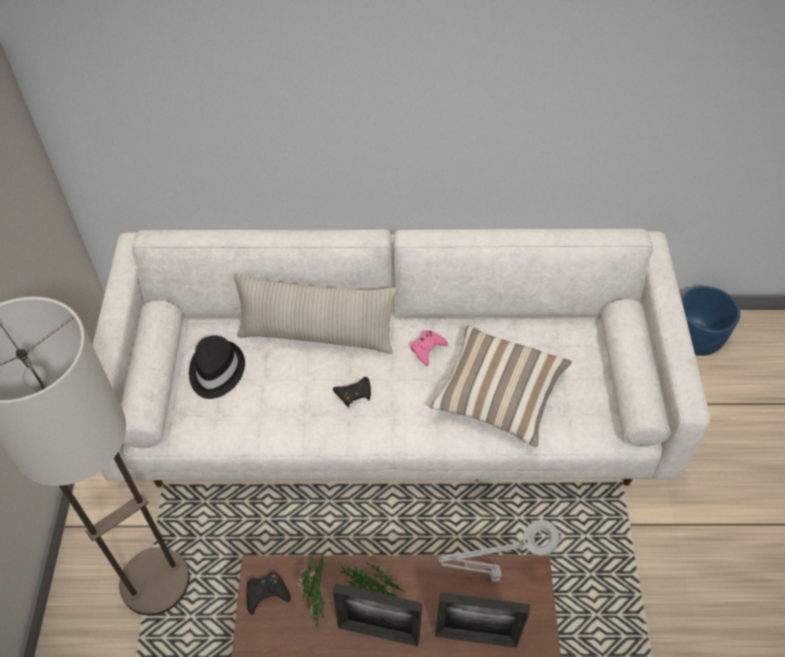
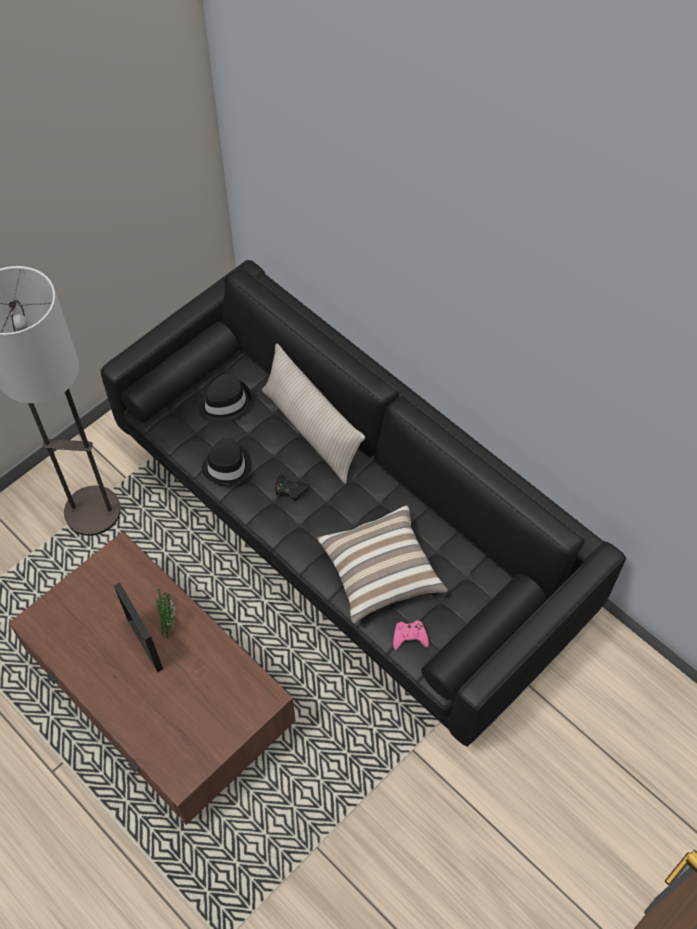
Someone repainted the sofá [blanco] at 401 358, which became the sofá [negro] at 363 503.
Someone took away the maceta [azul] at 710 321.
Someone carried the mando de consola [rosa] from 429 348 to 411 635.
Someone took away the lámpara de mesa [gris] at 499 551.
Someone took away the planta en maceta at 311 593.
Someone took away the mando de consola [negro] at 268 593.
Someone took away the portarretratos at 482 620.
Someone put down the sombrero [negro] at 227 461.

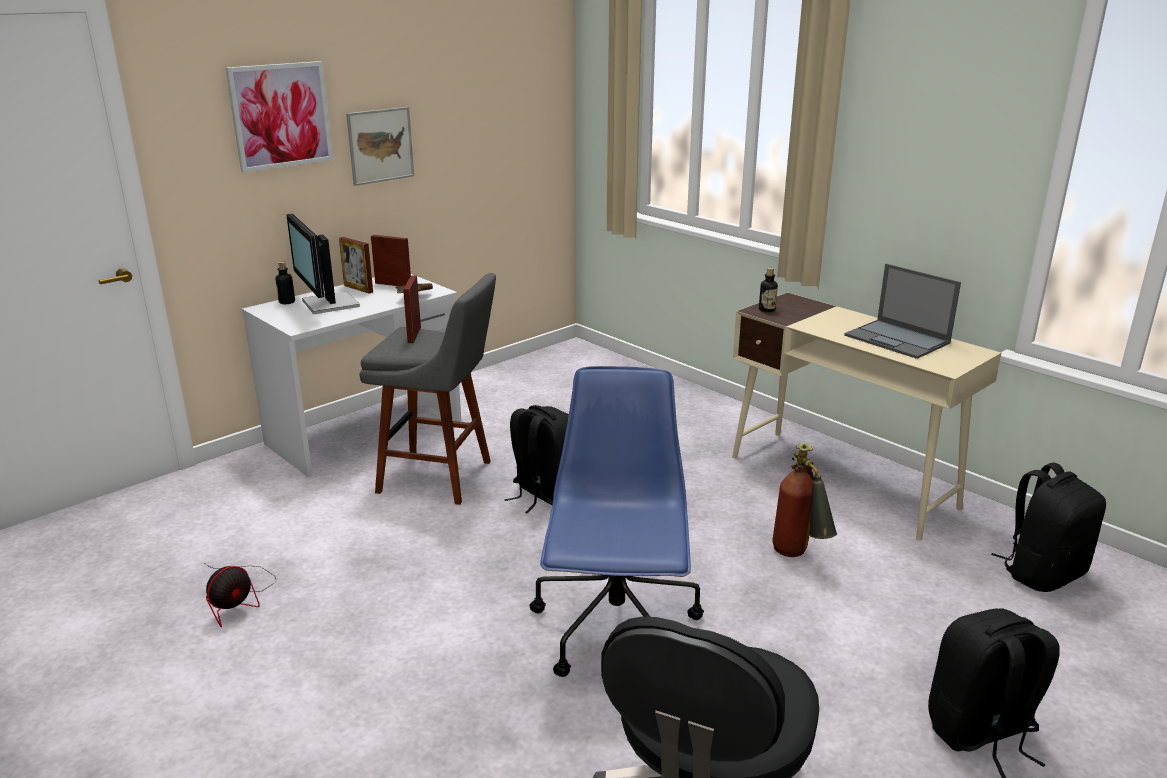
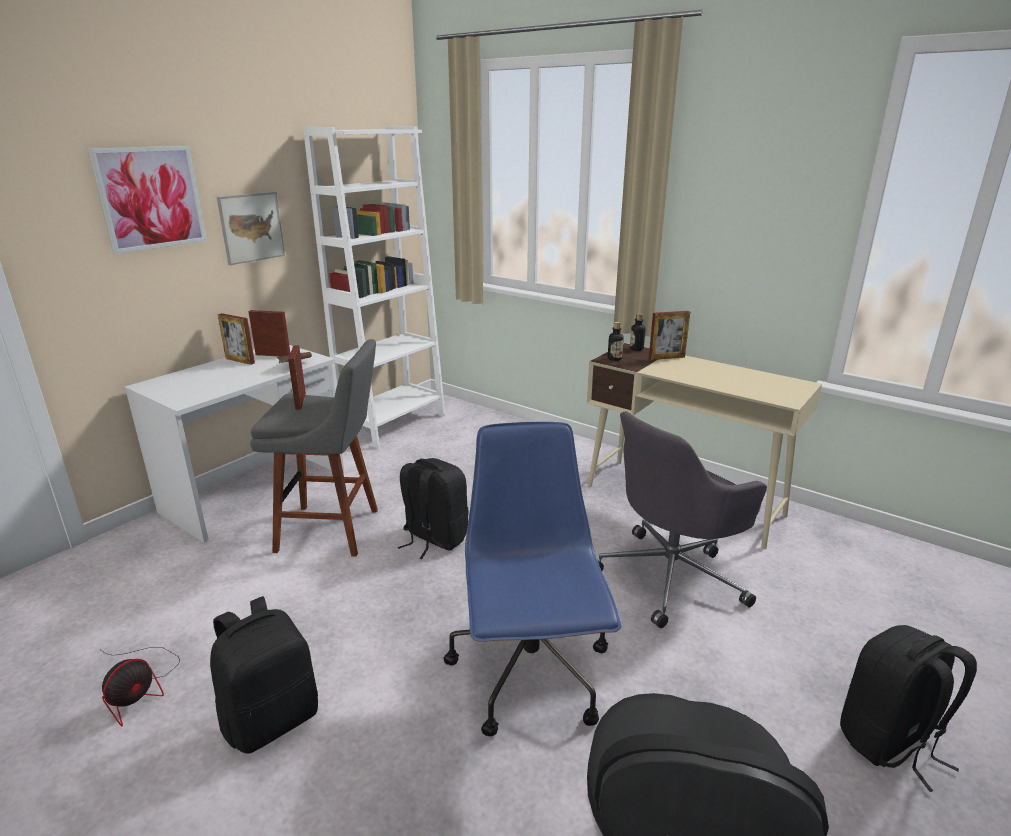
Someone took away the monitor at 323 264.
Someone carried the botella from 285 283 to 638 332.
Someone took away the portátil at 902 311.
Someone swapped the extintor at 804 500 for the silla de oficina [gris] at 682 519.
Someone carried the mochila [negro] from 1048 527 to 264 675.
Someone put down the estantería [blanco] at 374 287.
Someone put down the portarretratos at 669 335.

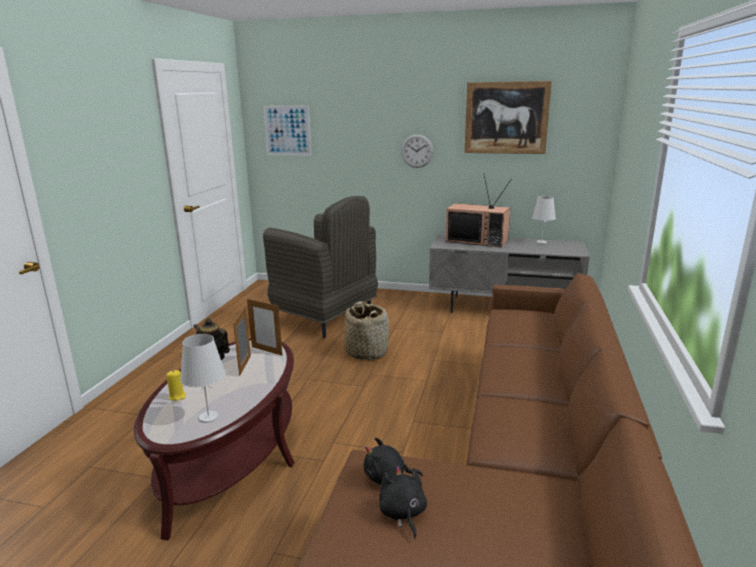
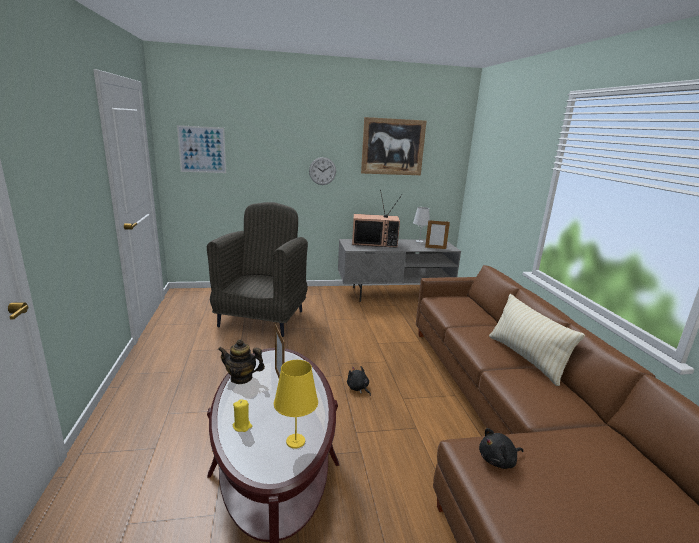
Someone rotated the sillón [gris] at 320 267 by 90 degrees counterclockwise.
Someone carried the portarretratos from 265 327 to 437 234.
Someone took away the cesta at 366 330.
Someone repainted the lámpara de mesa [blanco] at 203 378, which became the lámpara de mesa [amarillo] at 296 404.
Someone carried the peluche [negro] from 403 502 to 359 381.
Someone put down the cojín [beis] at 537 340.

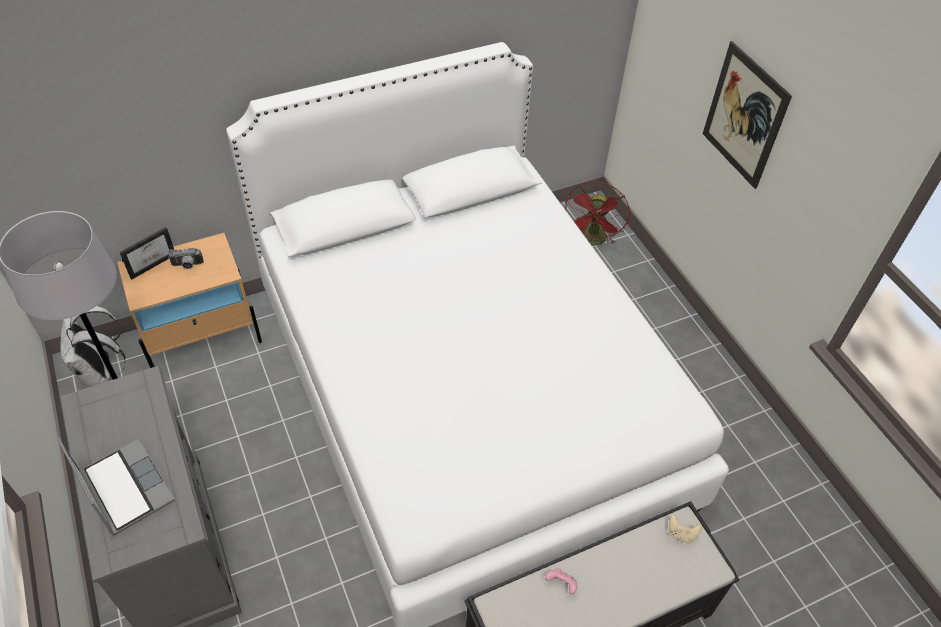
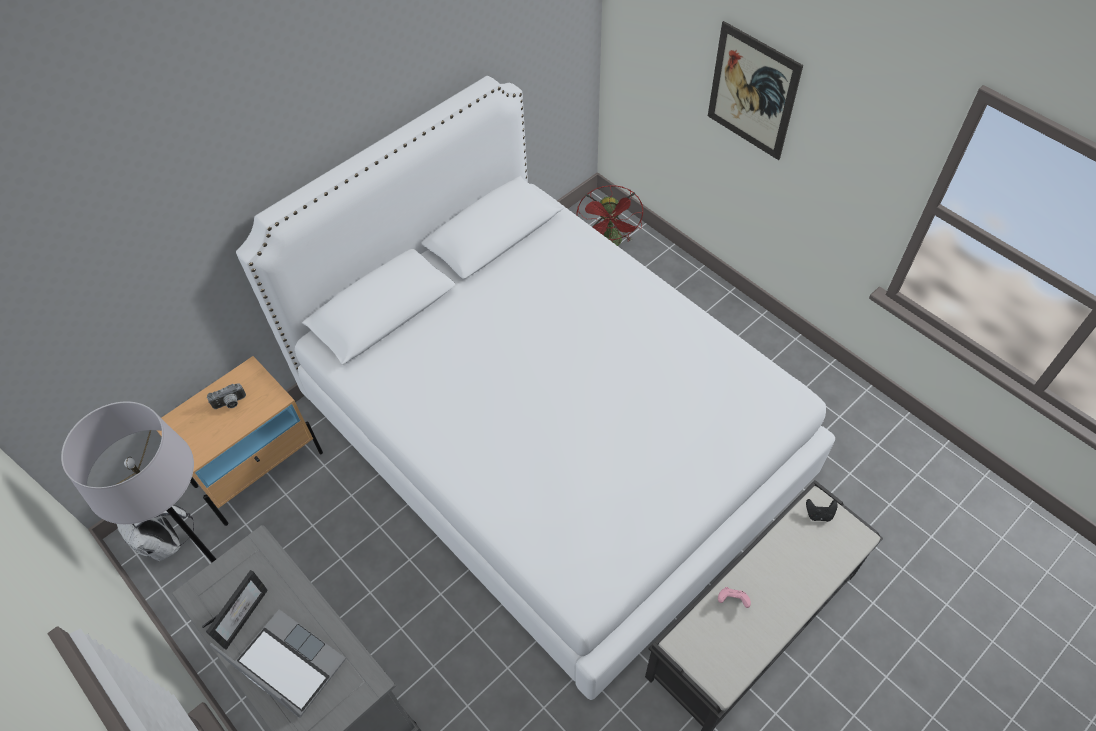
Someone carried the portarretratos from 147 253 to 235 610.
Someone repainted the mando de consola [beis] at 685 528, which became the mando de consola [negro] at 822 510.

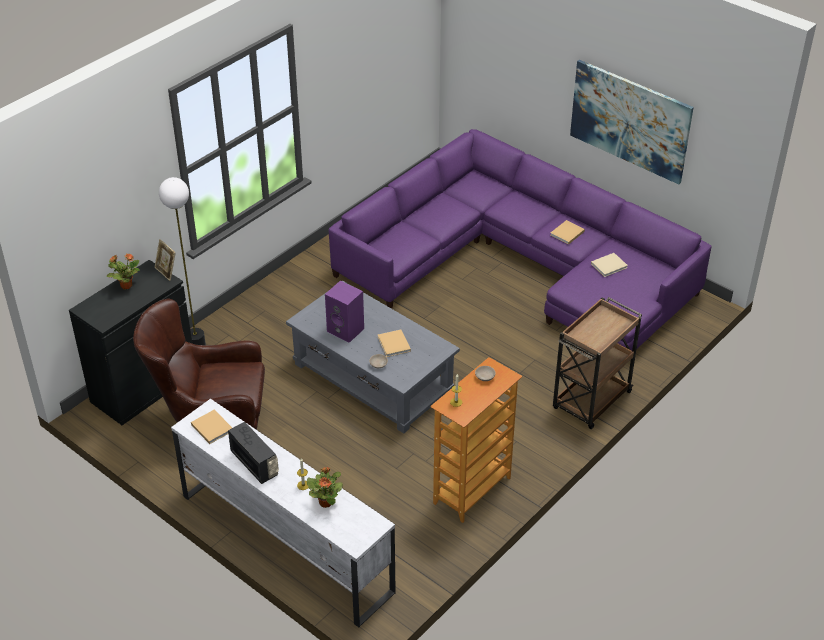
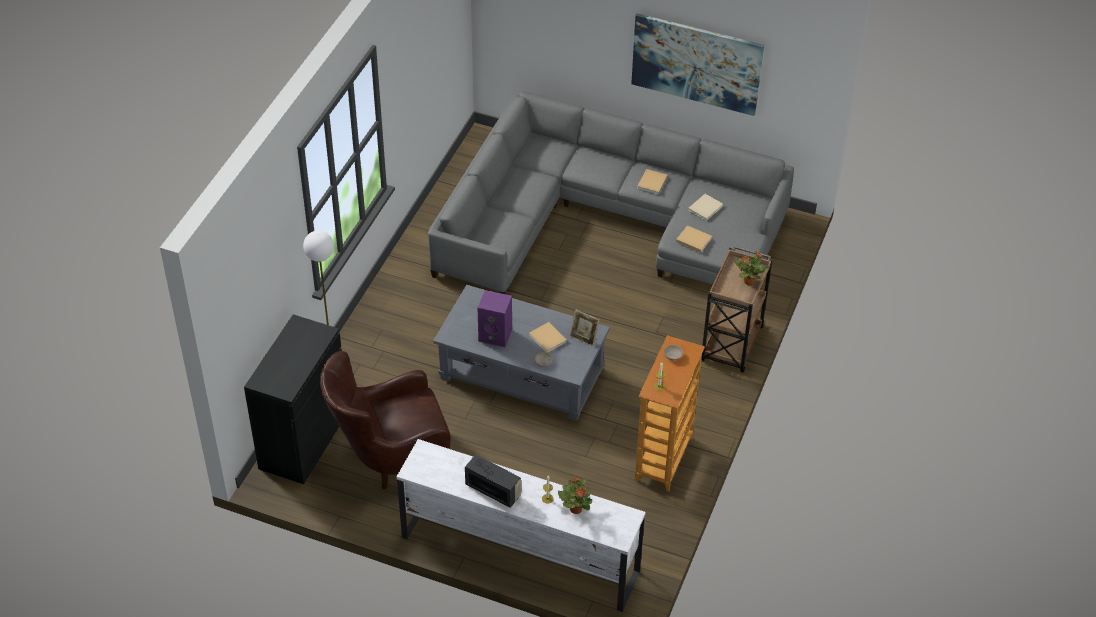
Someone repainted the sofá [morado] at 519 240, which became the sofá [gris] at 611 192.
Someone carried the portarretratos from 165 260 to 584 328.
Someone carried the planta en maceta from 123 271 to 751 268.
Someone carried the libro [beis] from 211 427 to 694 239.

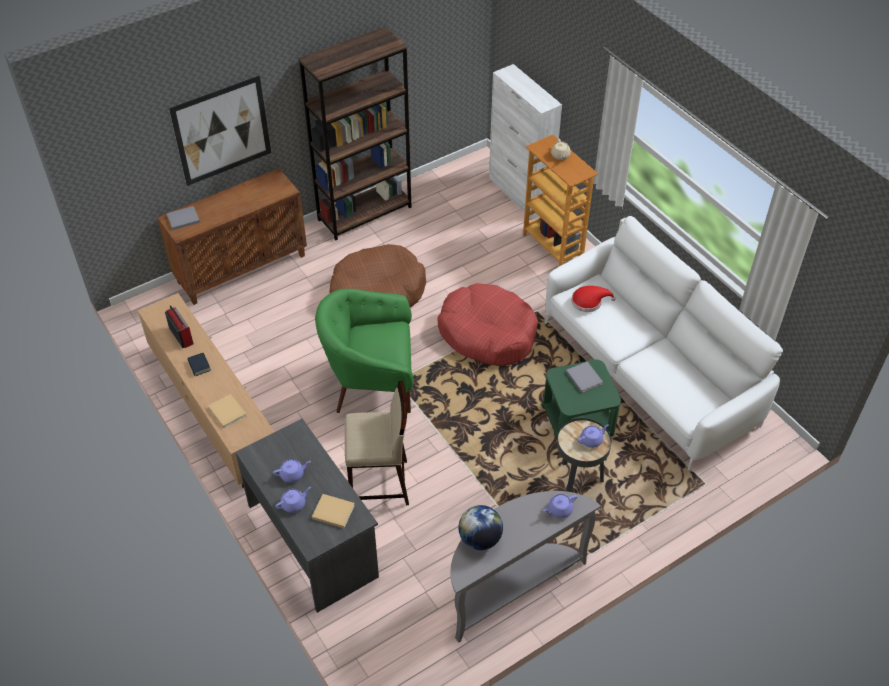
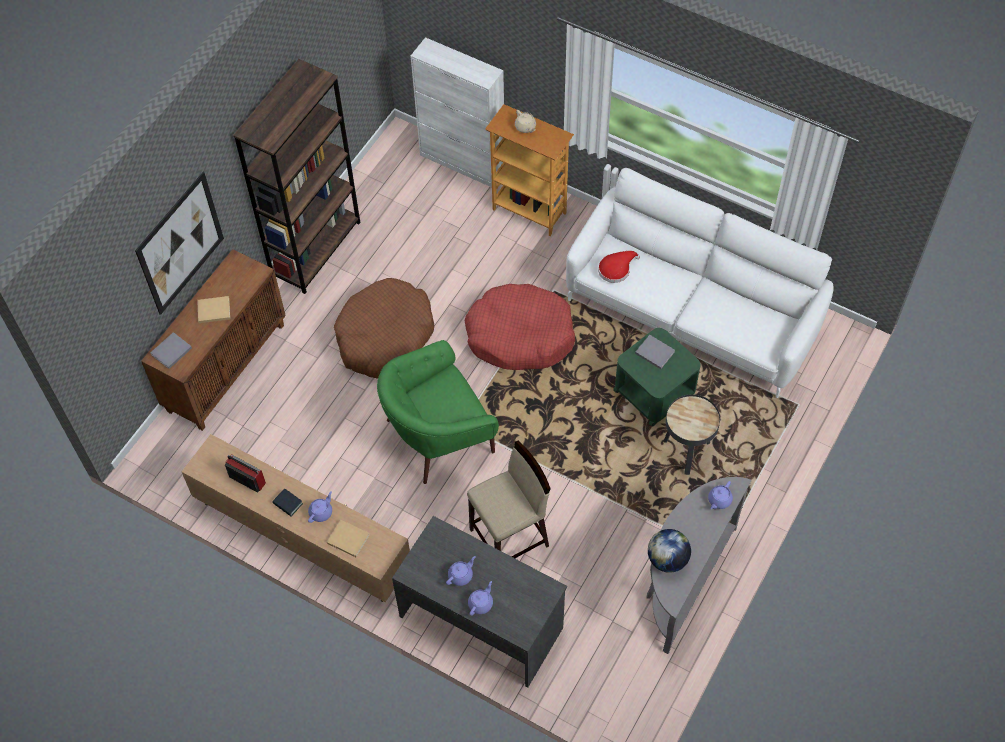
Someone carried the tetera [morado] from 593 436 to 320 507.
Someone carried the libro [beis] from 333 511 to 213 309.

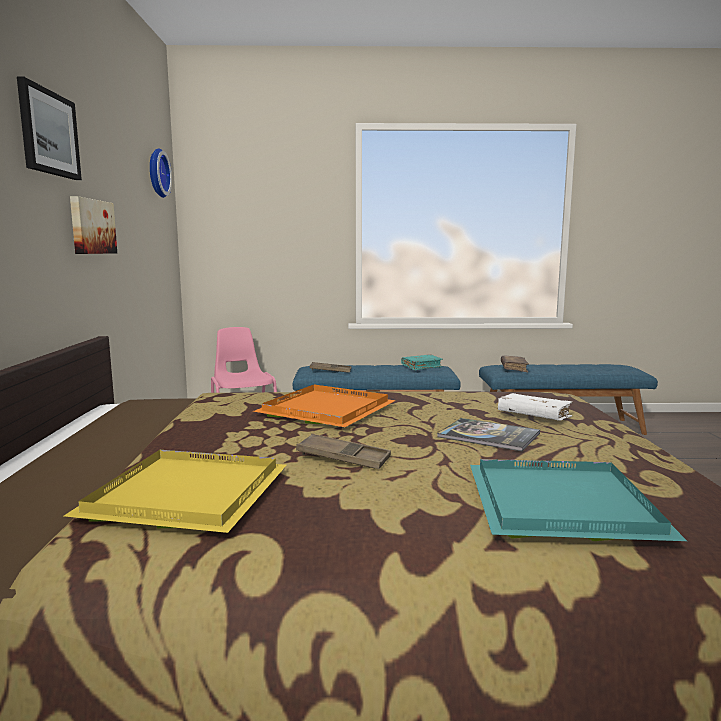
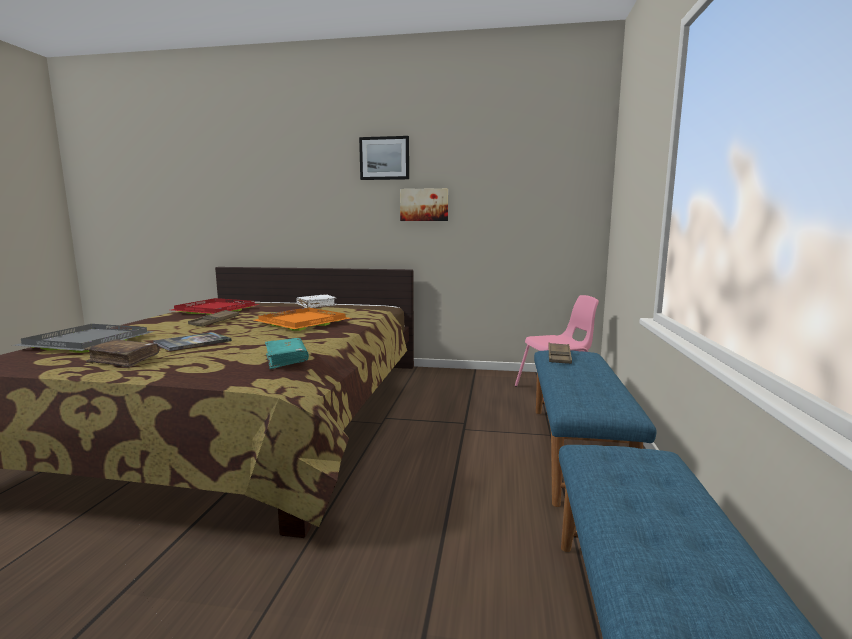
Someone took away the reloj de pared at 161 173.
Someone carried the libro [turquesa] from 422 362 to 287 354.
Someone carried the libro [marrón] from 515 364 to 121 353.
Someone carried the libro [blanco] from 535 407 to 316 301.
Someone repainted the bandeja [amarillo] at 175 491, which became the bandeja [rojo] at 215 306.
Someone repainted the bandeja [turquesa] at 578 500, which became the bandeja [gris] at 84 338.

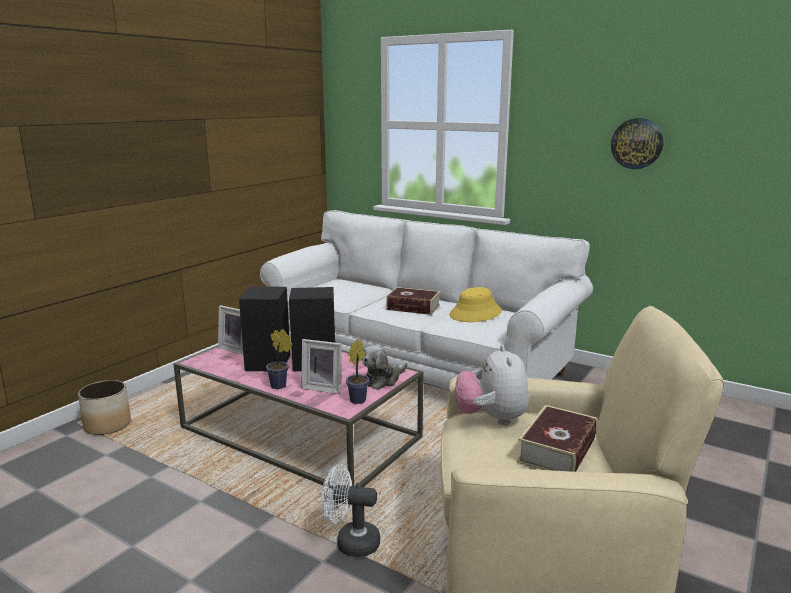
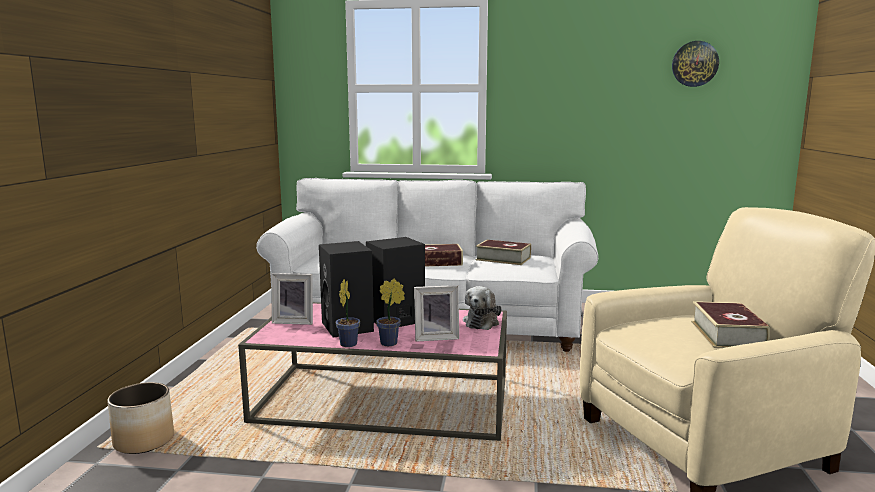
Someone carried the reloj de pared from 637 143 to 695 64.
Someone swapped the sombrero [amarillo] at 476 304 for the libro at 503 252.
Someone carried the planta en maceta from 357 371 to 348 313.
Someone took away the peluche at 492 385.
Someone took away the ventilador [blanco] at 350 510.

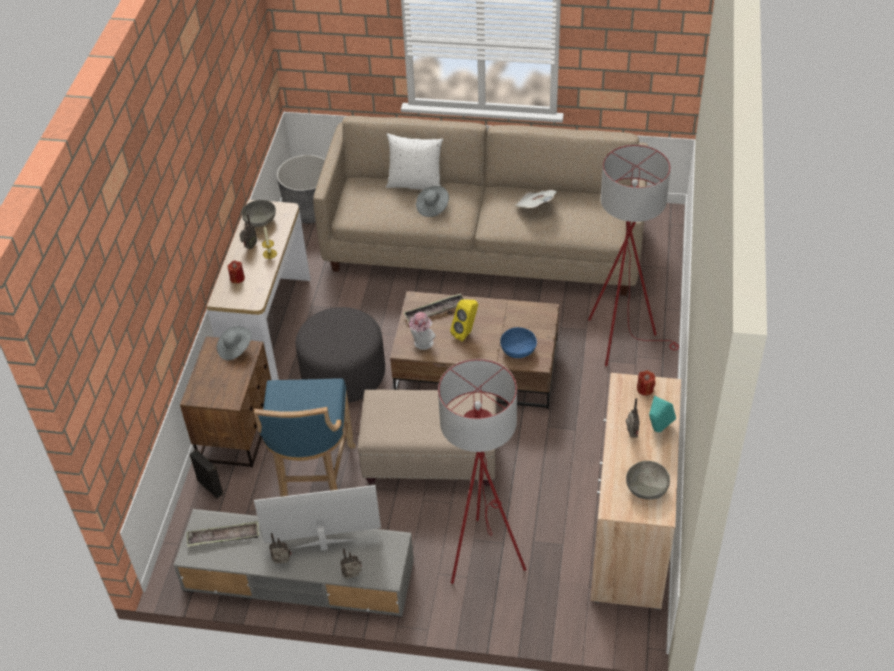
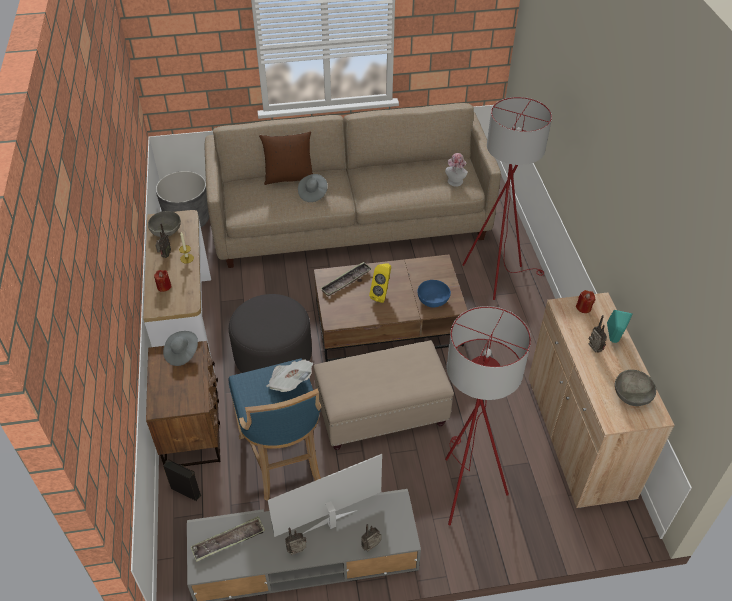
Someone repainted the cojín [blanco] at 414 161, which became the cojín [marrón] at 286 158.
Someone carried the periódico from 536 199 to 289 375.
Someone carried the sombrero from 422 331 to 456 170.

